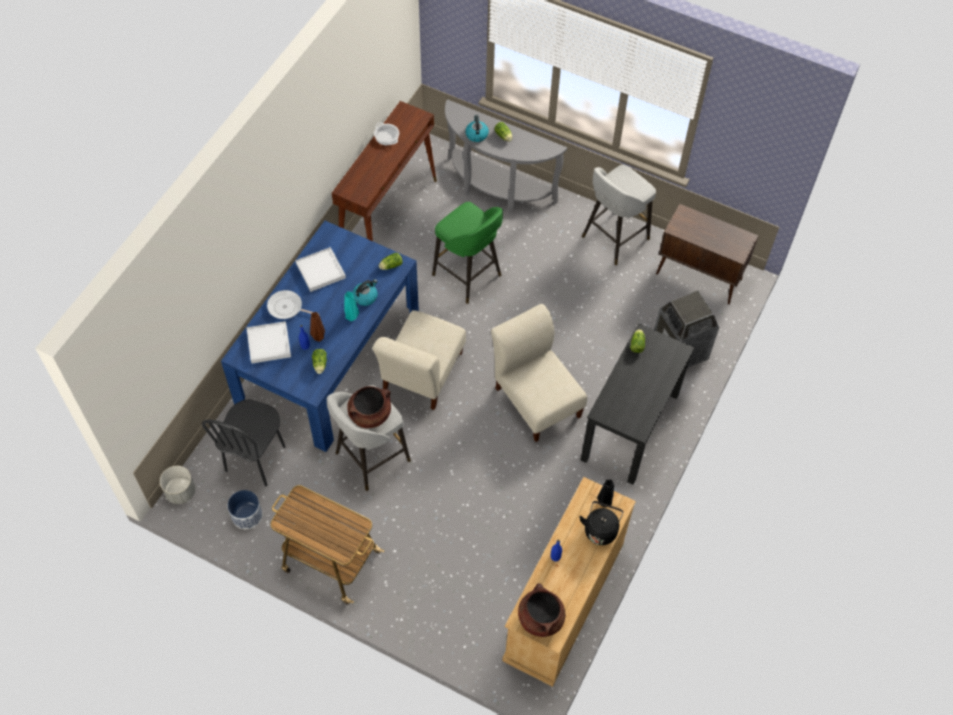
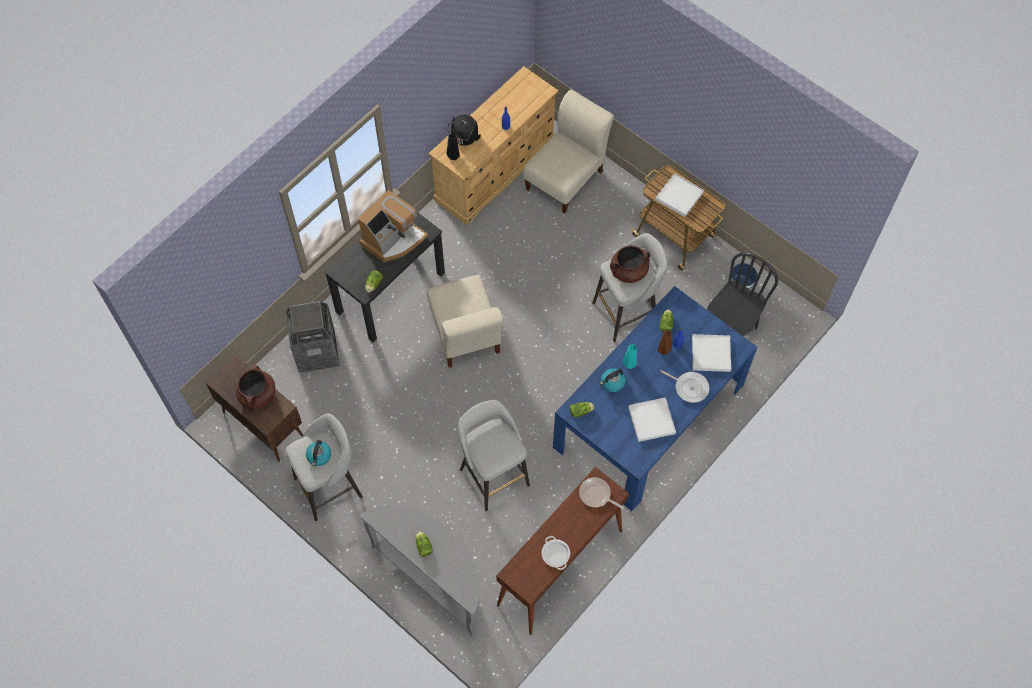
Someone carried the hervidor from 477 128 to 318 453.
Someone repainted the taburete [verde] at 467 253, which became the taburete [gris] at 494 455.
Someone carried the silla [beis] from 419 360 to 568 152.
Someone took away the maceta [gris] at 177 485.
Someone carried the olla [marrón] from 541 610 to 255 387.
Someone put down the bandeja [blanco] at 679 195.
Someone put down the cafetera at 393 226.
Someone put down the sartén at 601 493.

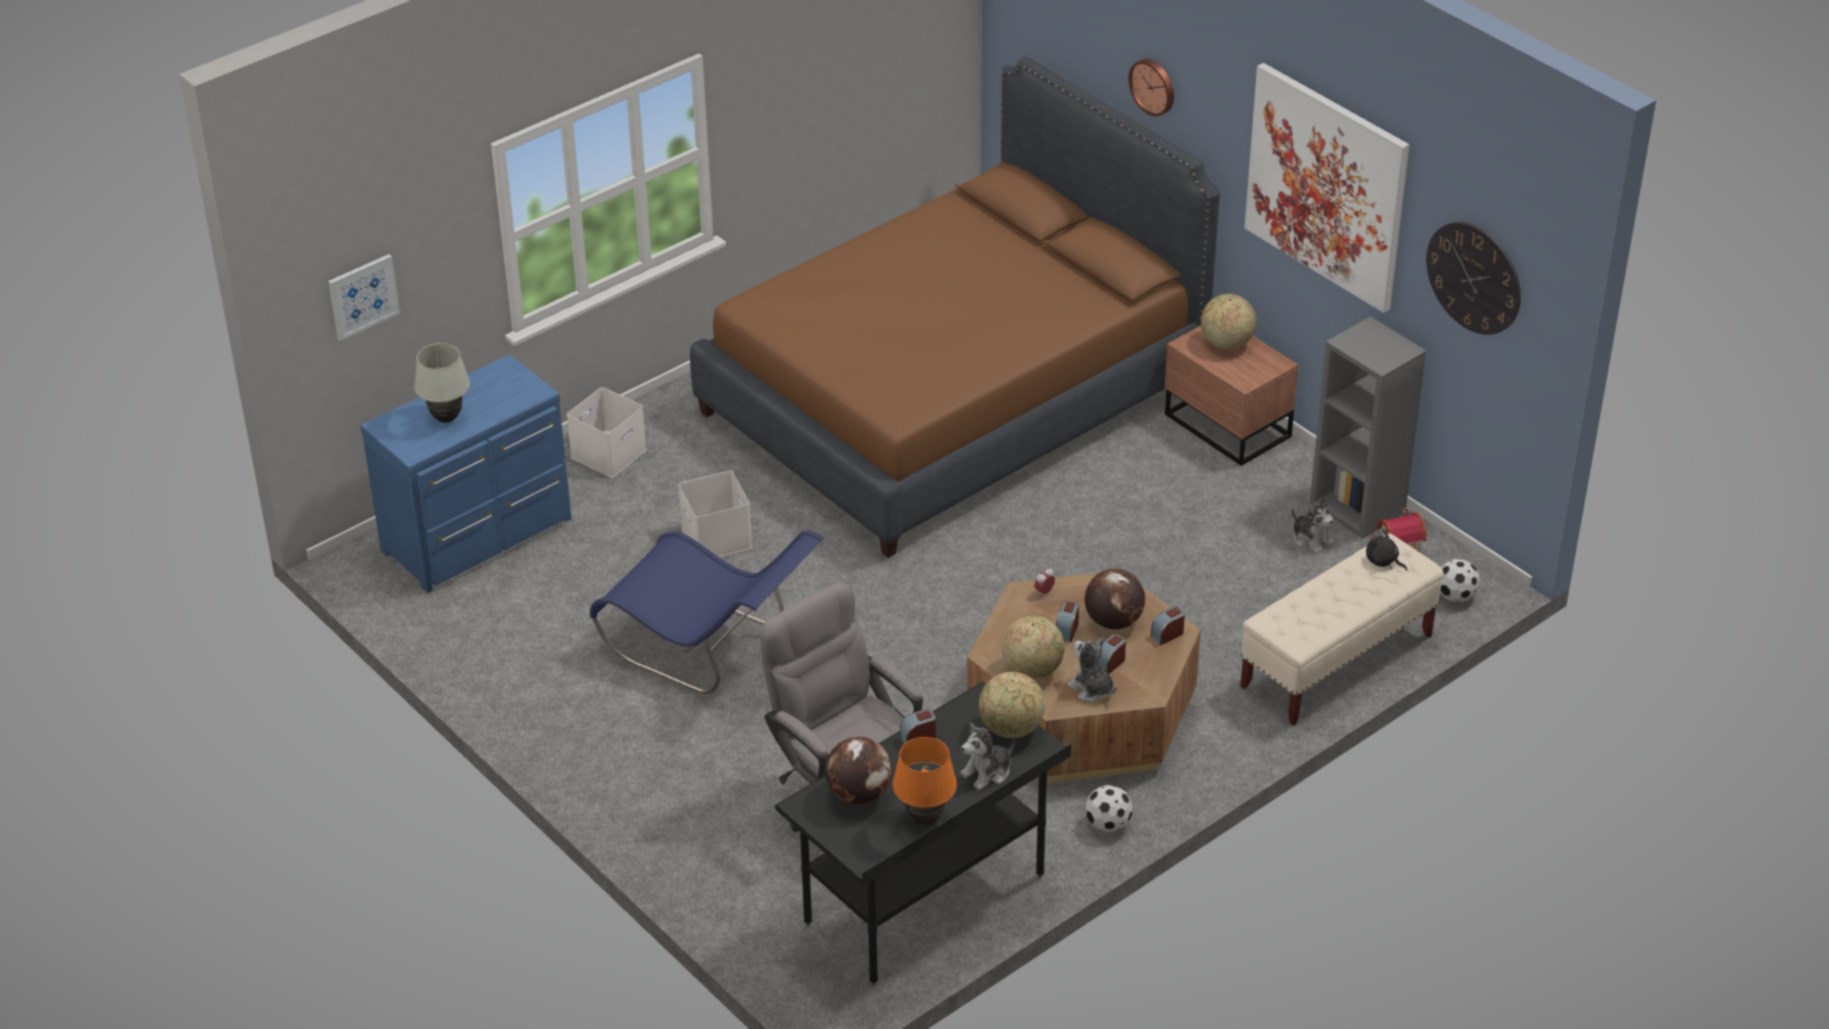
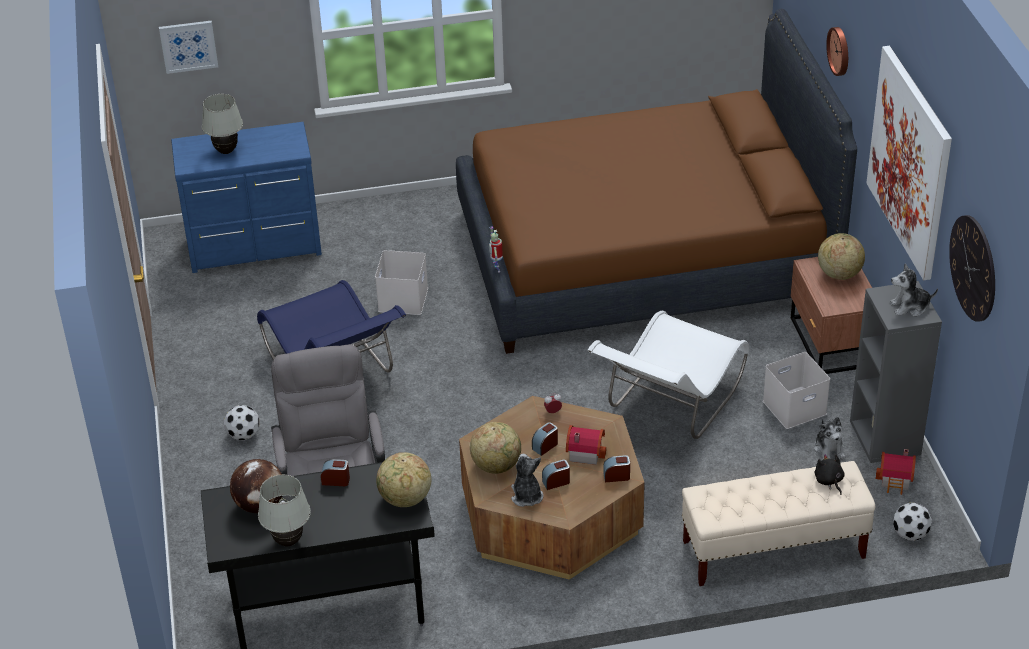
Someone carried the caja de almacenaje [blanco] from 607 432 to 796 390.
Someone swapped the globo terráqueo at 1115 598 for the casita at 586 445.
Someone carried the peluche from 987 756 to 914 290.
Someone repainted the lámpara de mesa [naranja] at 924 781, which became the lámpara de mesa [blanco] at 284 510.
Someone carried the balón de fútbol from 1109 808 to 241 422.
Someone put down the robot de juguete at 496 250.
Someone put down the silla [blanco] at 668 374.

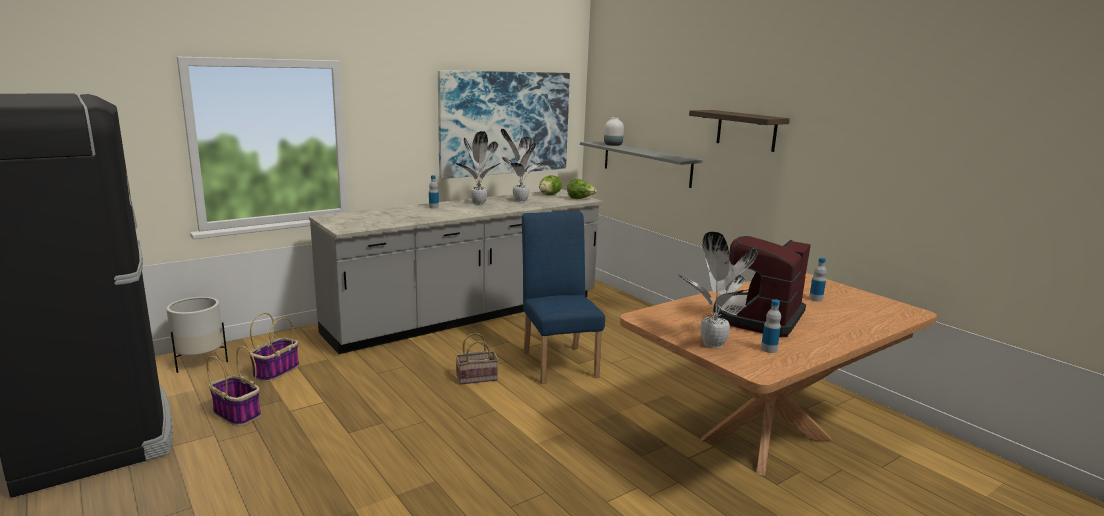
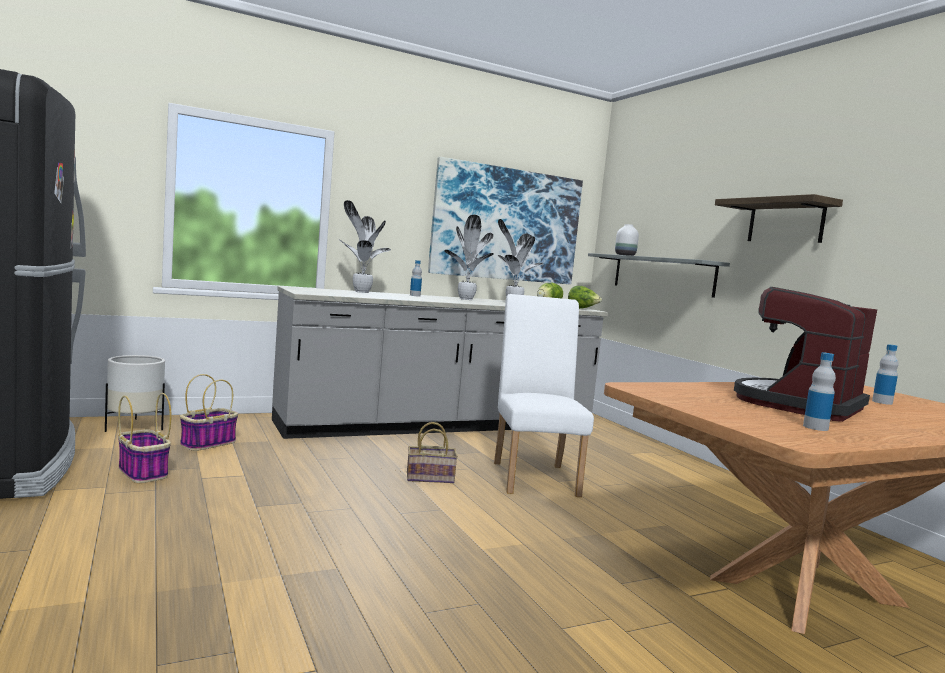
Someone repainted the silla [azul] at 563 297, which became the silla [blanco] at 544 395.
Someone carried the planta en maceta from 717 290 to 365 246.

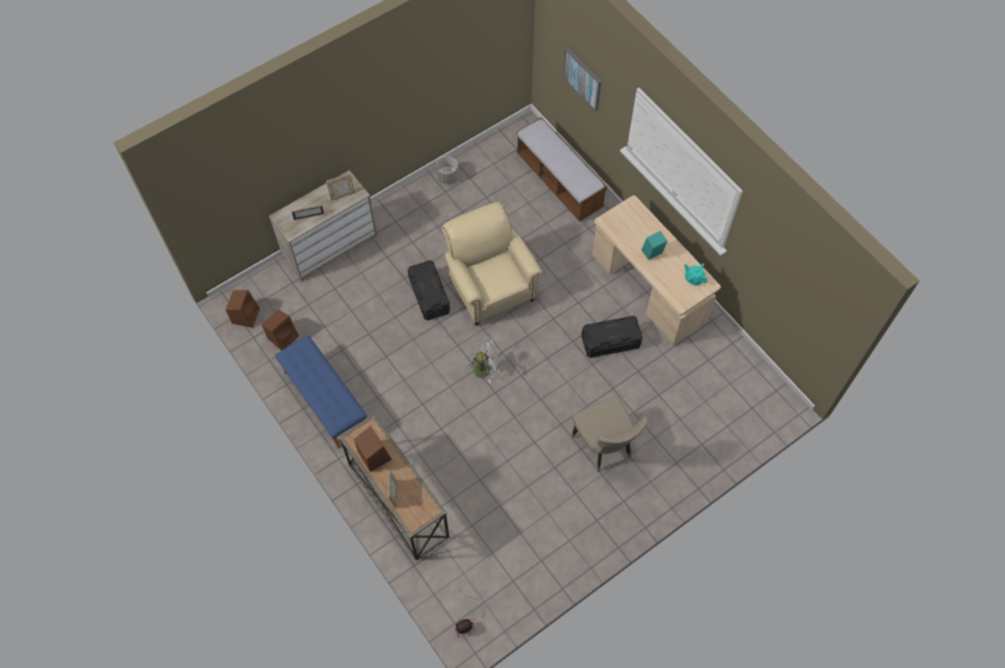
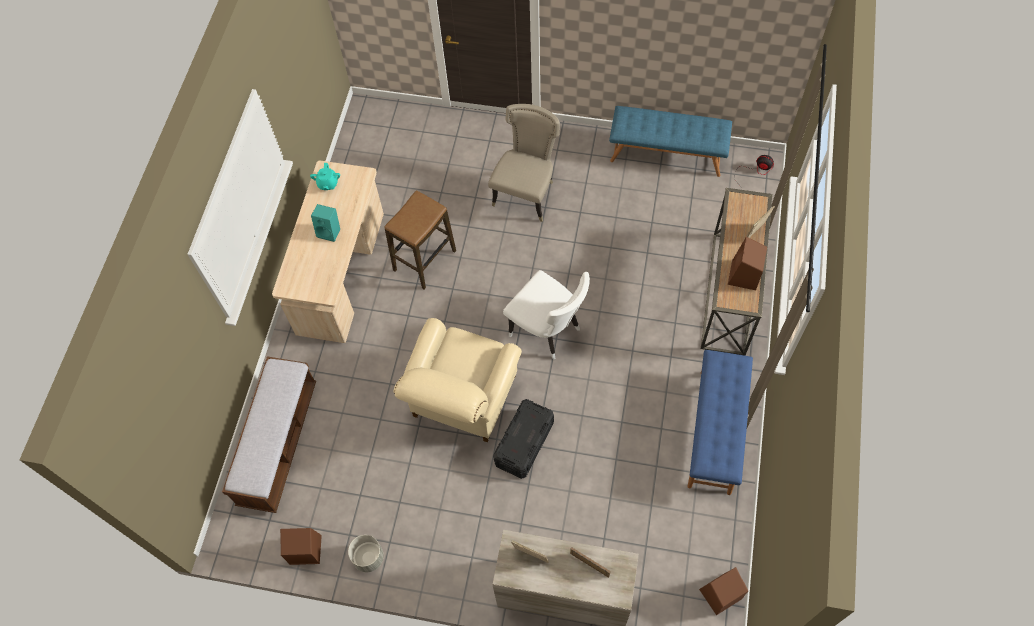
Someone took away the cuadro at 582 79.
Someone carried the altavoz [marrón] from 280 330 to 301 546.
Someone swapped the caja de almacenaje [negro] at 612 337 for the taburete at 420 239.
Someone swapped the ventilador [blanco] at 483 360 for the silla [blanco] at 546 315.
Someone put down the banco [azul] at 670 141.

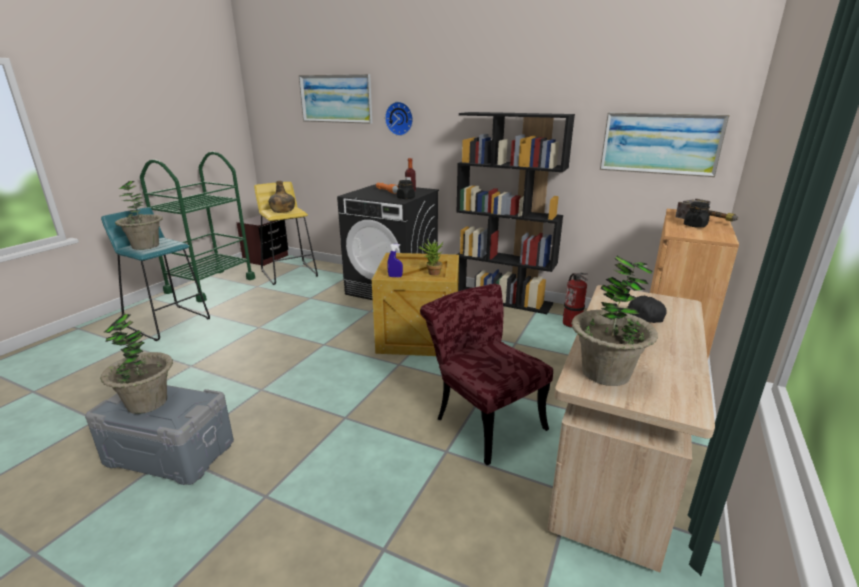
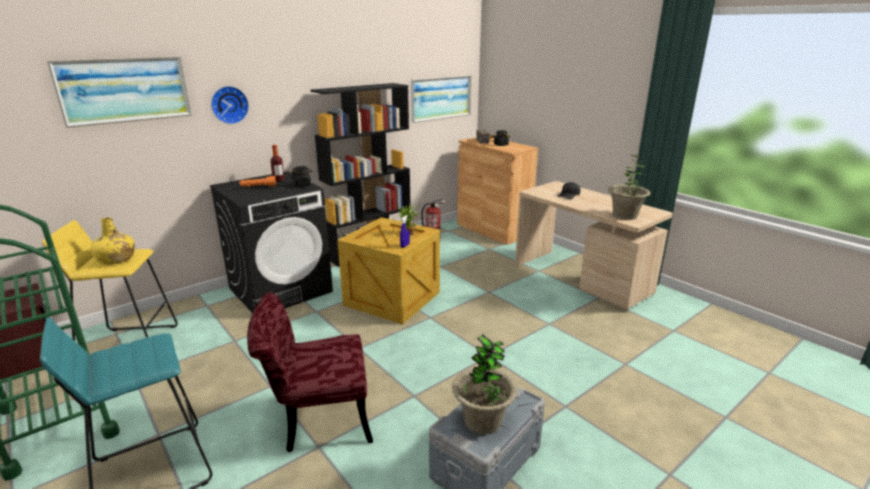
Someone took away the planta en maceta at 139 215.
Someone repainted the botella [verde] at 282 197, which became the botella [amarillo] at 112 241.
Someone carried the silla [rojo] from 486 374 to 310 372.

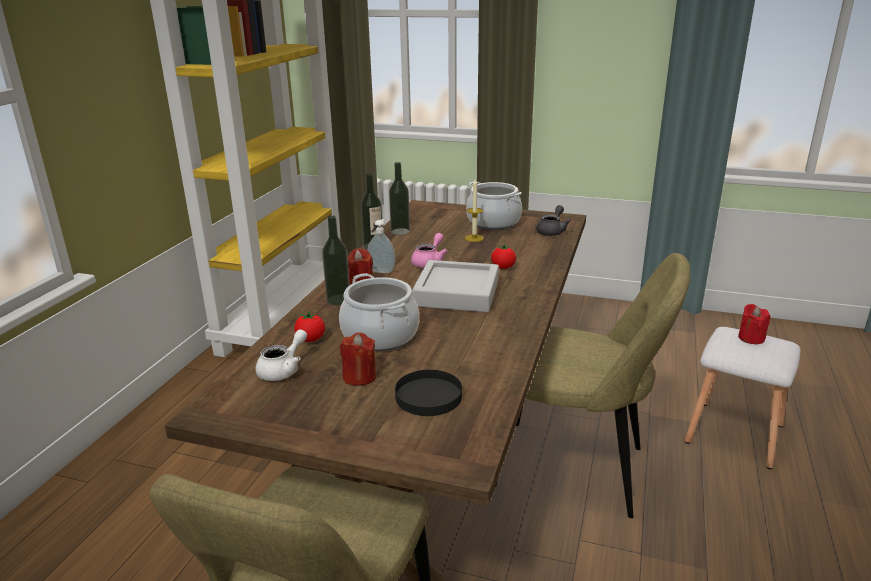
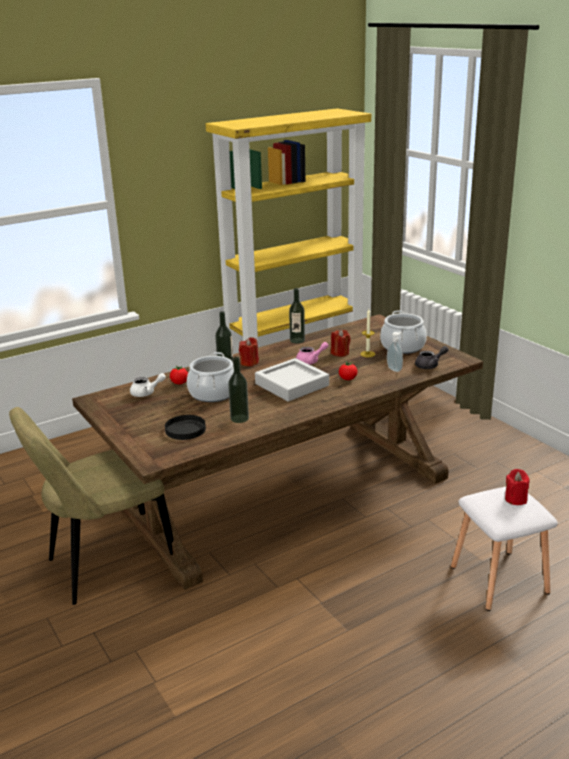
Someone carried the botella from 399 198 to 238 389.
Someone carried the dispensador de jabón from 381 246 to 395 352.
Someone took away the silla [beis] at 592 385.
Someone carried the vela [rojo] from 358 359 to 341 343.

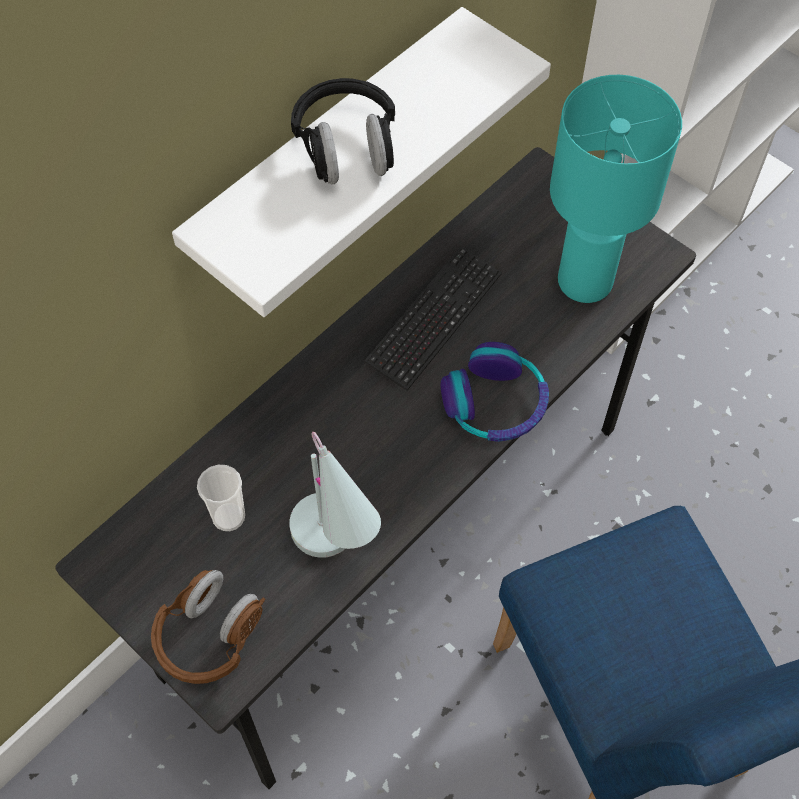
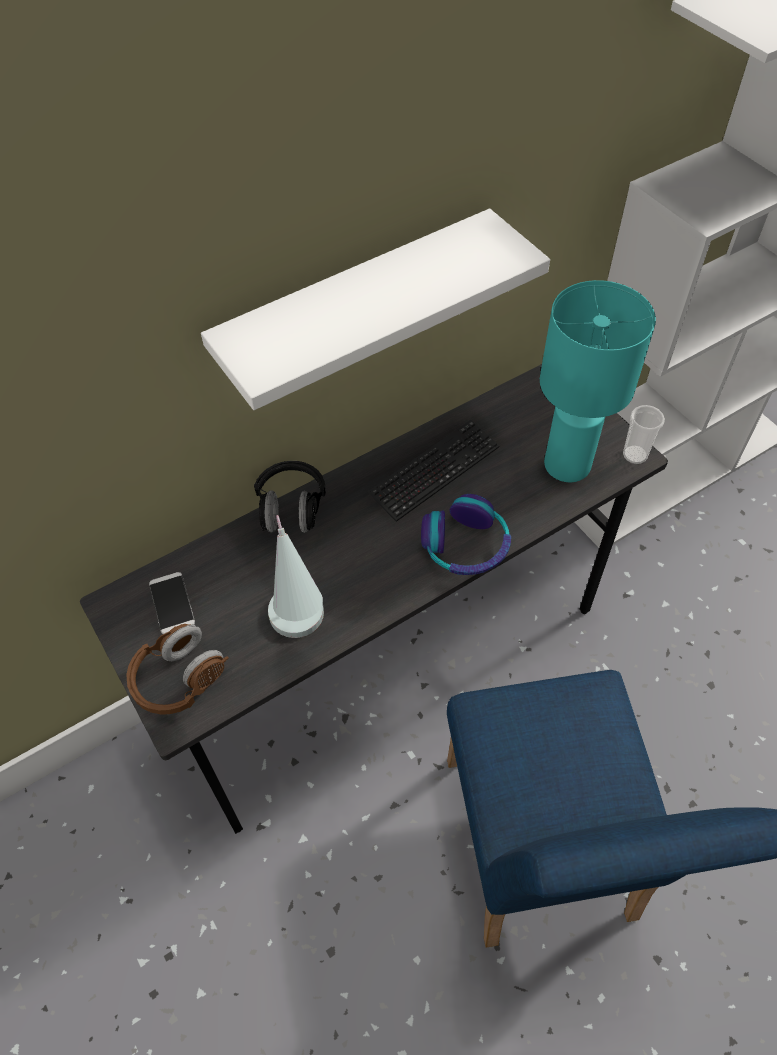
Someone carried the auriculares [negro] from 343 131 to 290 497.
Someone carried the taza from 221 498 to 644 434.
Someone put down the móvil at 172 603.

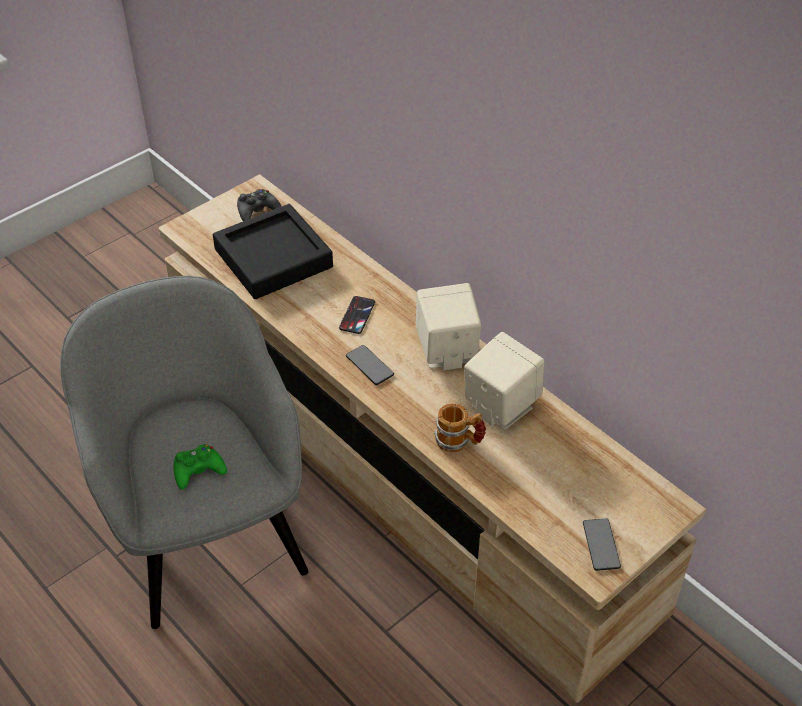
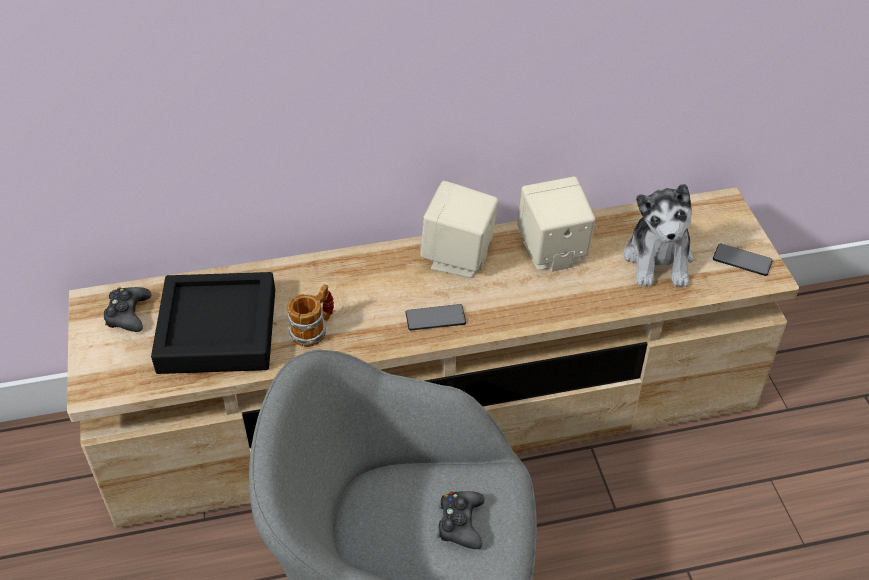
Someone took away the móvil at 357 315.
Someone carried the taza grande from 460 428 to 311 315.
Someone repainted the mando de consola [verde] at 200 467, which became the mando de consola [negro] at 461 520.
Someone put down the peluche at 659 235.

